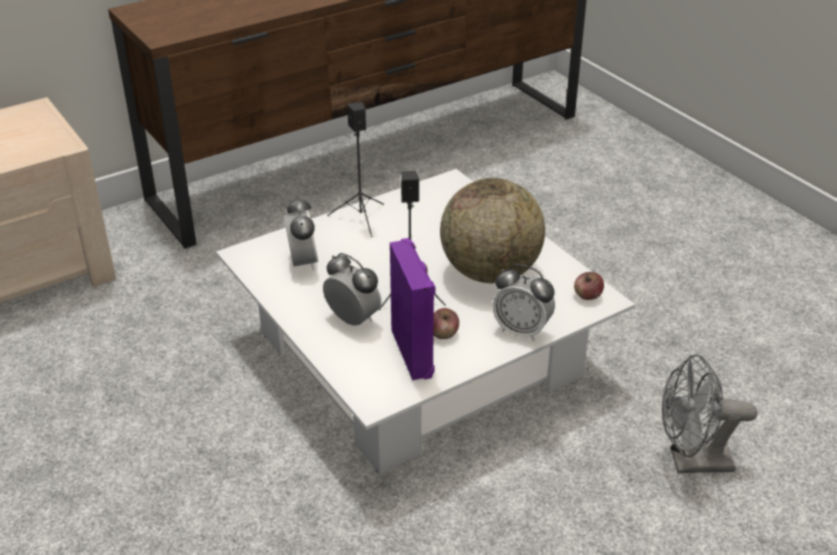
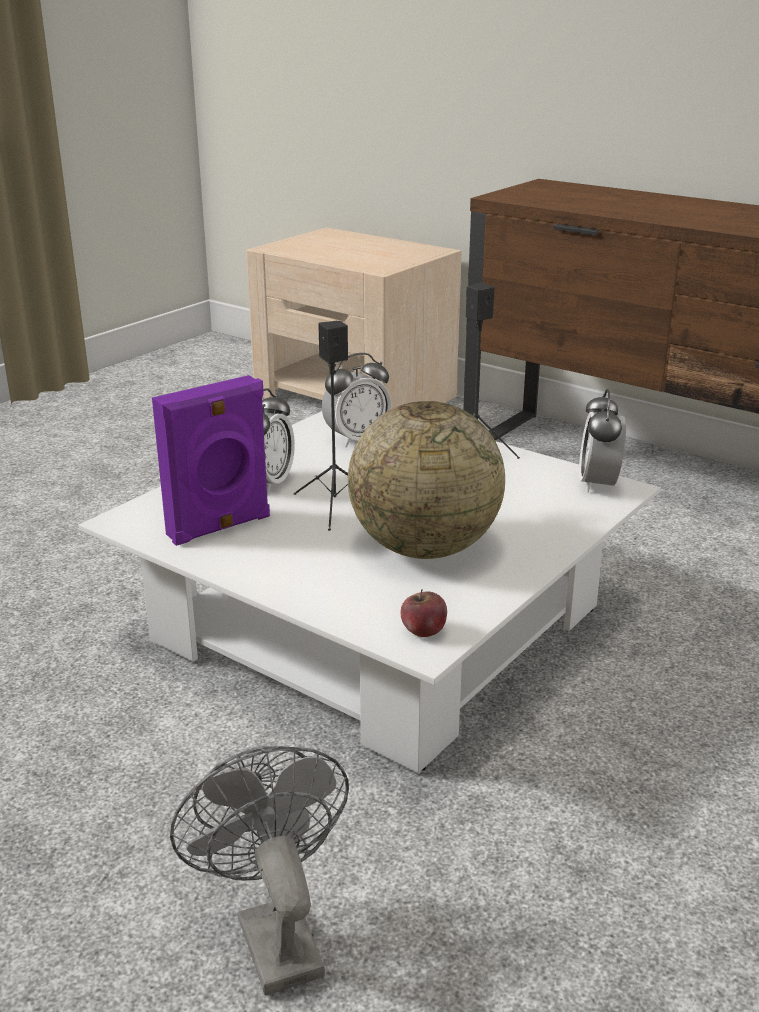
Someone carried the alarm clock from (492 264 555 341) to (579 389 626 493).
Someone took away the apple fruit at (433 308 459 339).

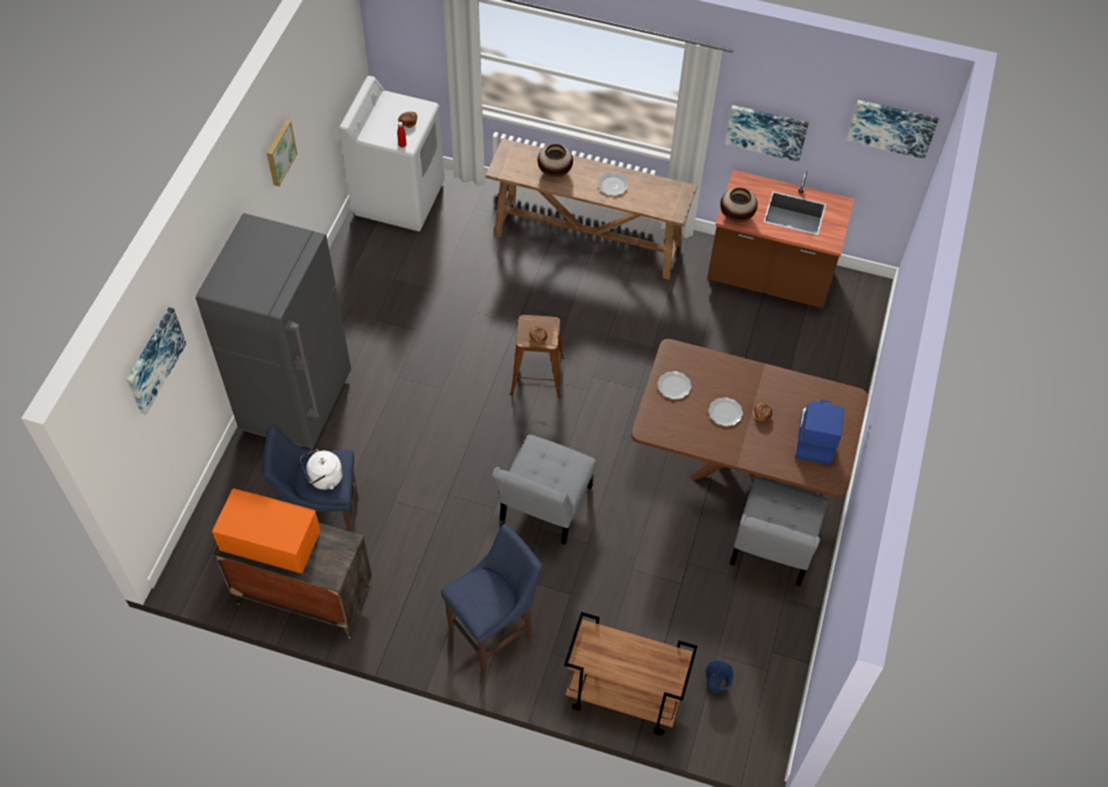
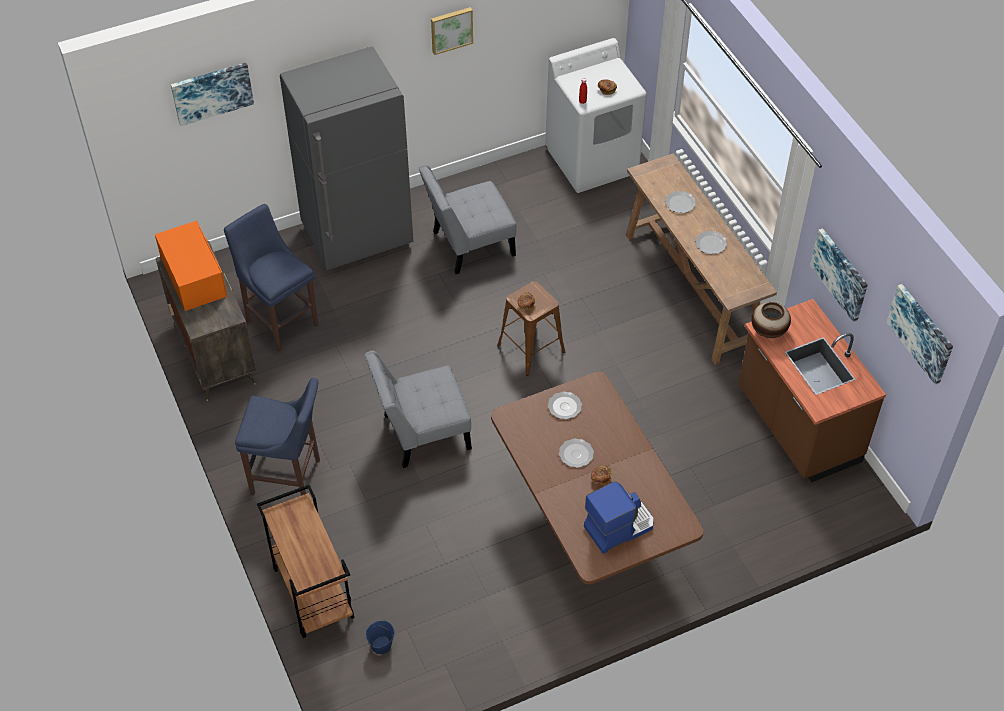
Someone swapped the flower vase at (538 144 573 178) for the flat dish at (665 191 696 213).
Someone took away the white-coloured kettle at (300 449 343 490).
Someone carried the gray upright chair from (730 477 828 586) to (418 164 516 274).

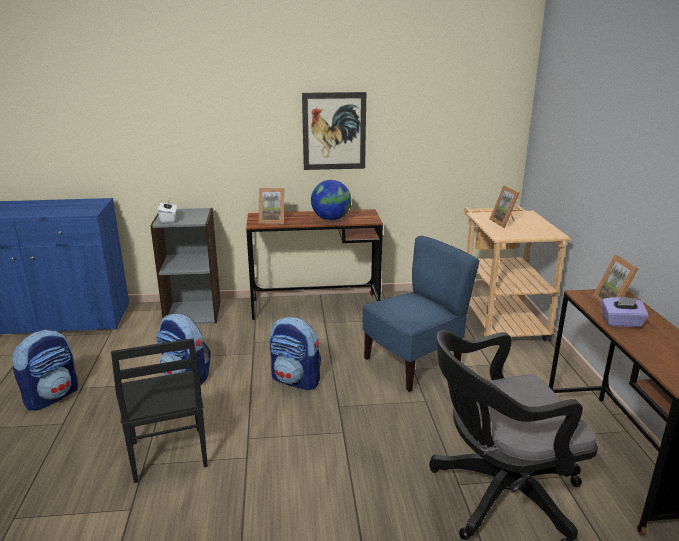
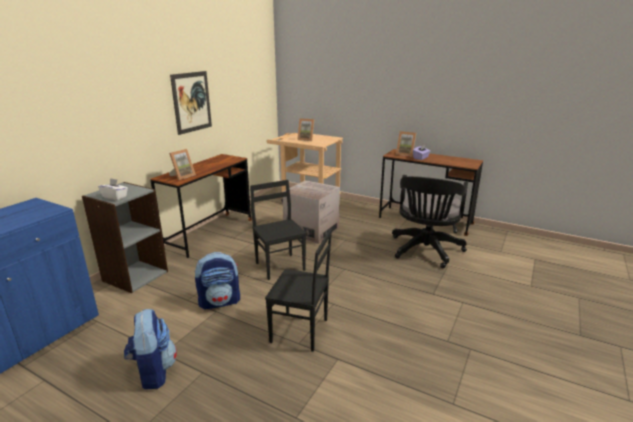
Someone took away the world globe at (311 180 351 220).
Someone swapped the blue-coloured upright chair at (363 236 480 392) for the carton at (283 180 340 244).
Someone swapped the rucksack at (270 317 321 391) for the black-coloured upright chair at (250 180 307 280).

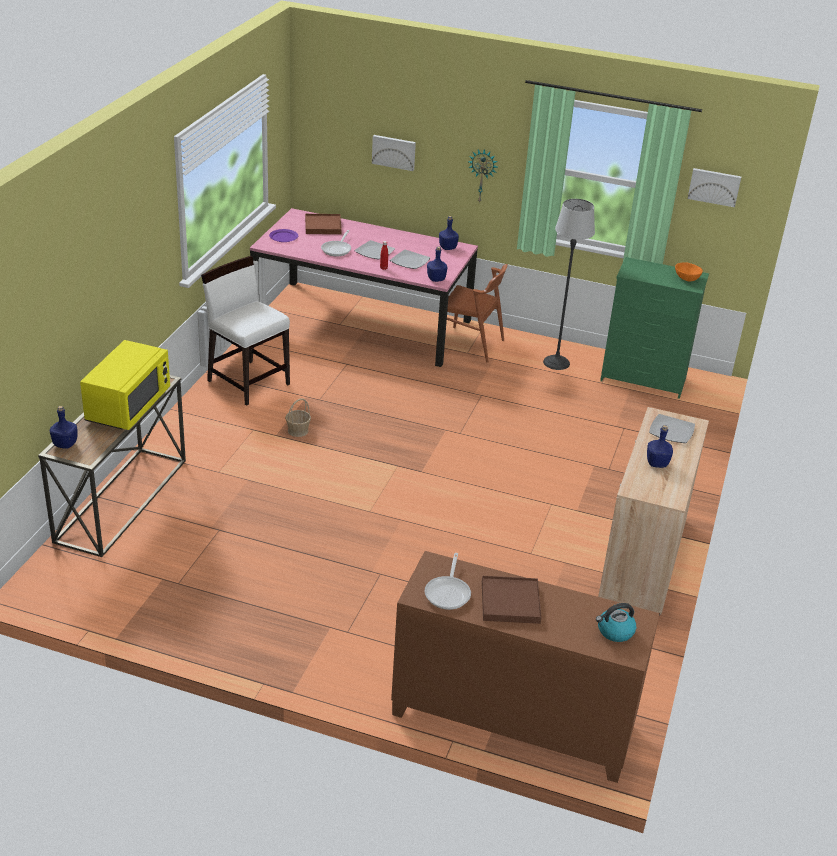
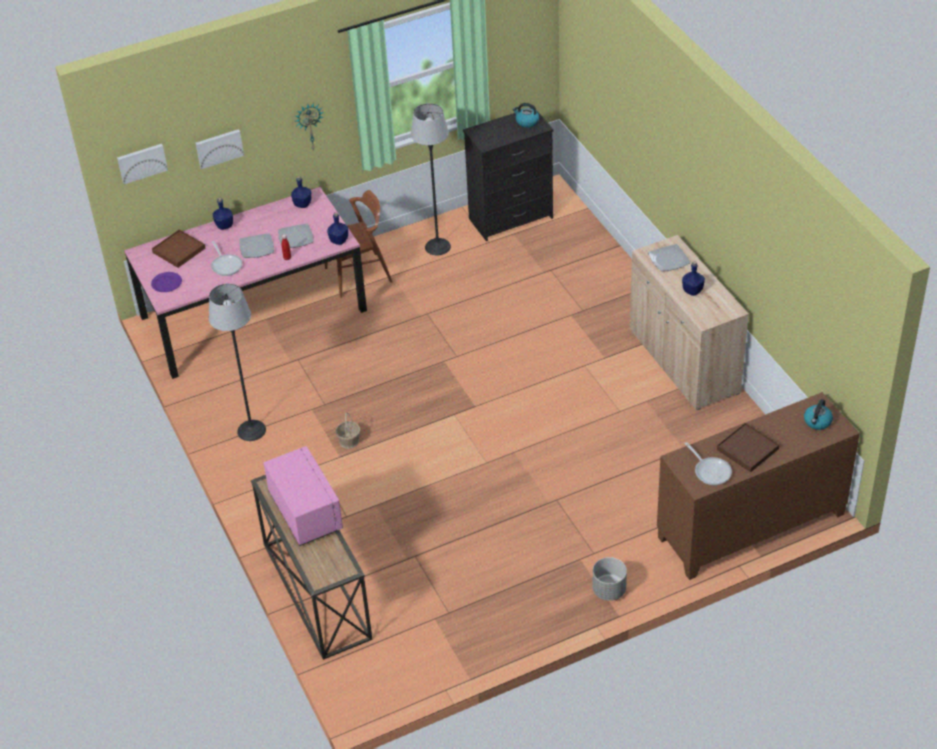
Someone carried the wall picture from (688 168 742 207) to (117 144 168 184).
Someone swapped the white-coloured upright chair at (201 256 290 406) for the floor lamp at (209 284 266 441).
Someone repainted the green-coloured dresser at (600 257 709 399), which became the black-coloured dresser at (463 111 553 241).
Someone swapped the orangey bowl at (675 262 703 281) for the kettle at (513 103 539 128).
Someone repainted the yellowish microwave at (80 340 170 430), which became the pink microwave at (264 446 343 546).
Someone carried the blue-coloured beverage bottle from (50 406 77 449) to (213 198 233 230).
Someone put down the gray flower pot at (592 557 627 601).

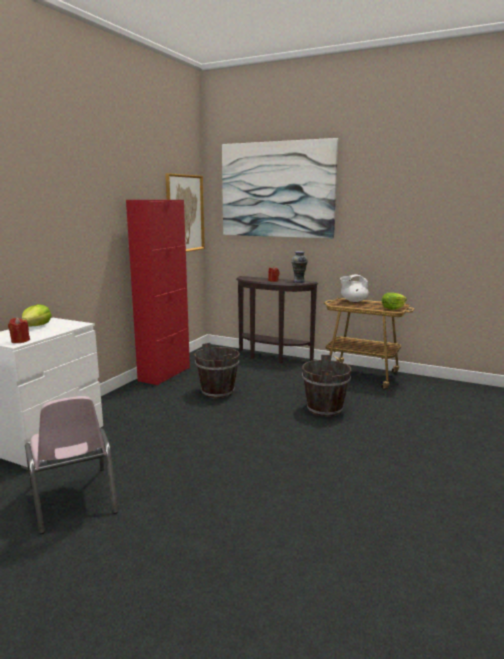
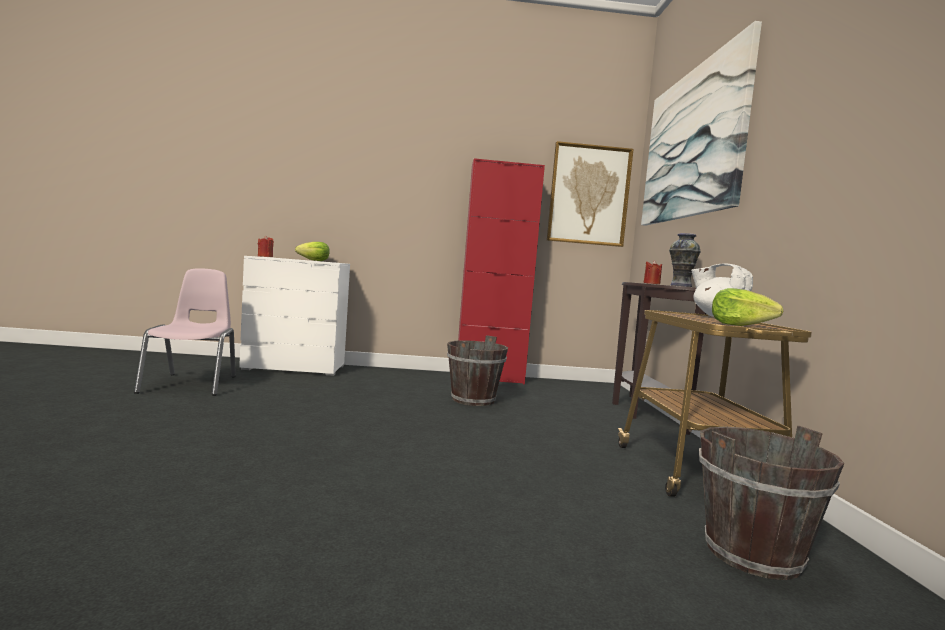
Someone carried the brown bucket from (302 355 352 417) to (699 426 844 580).
Someone rotated the pink upright chair at (25 396 118 534) by 135 degrees clockwise.

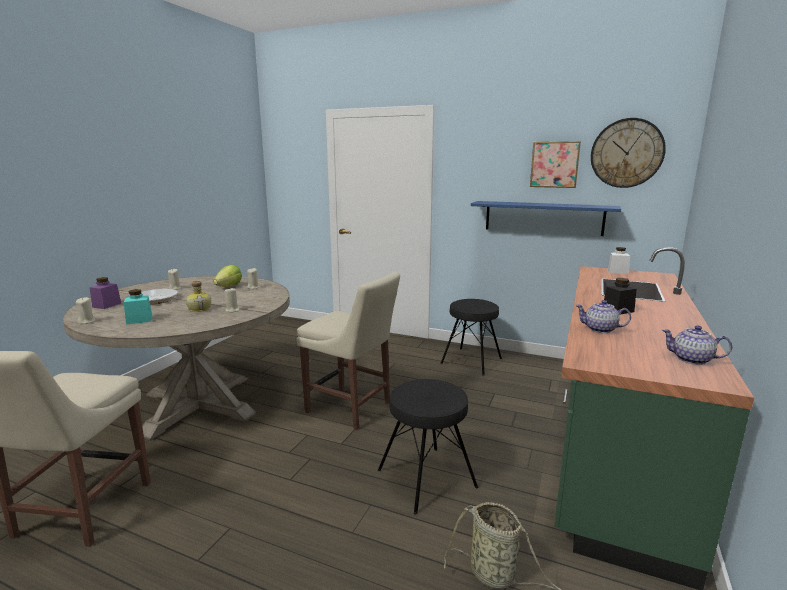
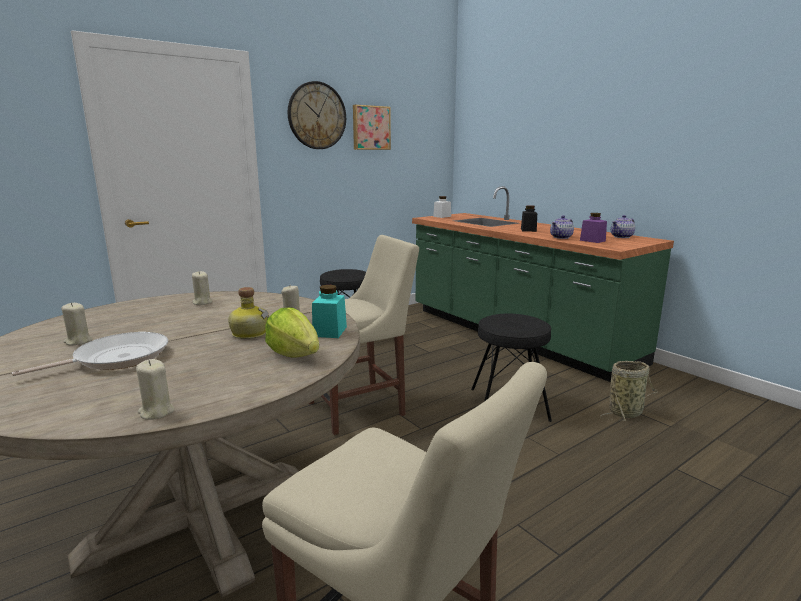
Someone carried the hanging clock from (591 118 666 188) to (288 81 346 149).
Someone took away the blue-coloured bracket shelf at (471 201 621 236).
Someone carried the lettuce from (214 264 242 287) to (265 308 319 357).
Someone carried the purplish storage jar from (90 277 121 309) to (580 213 607 243).
Someone carried the blue-green storage jar from (124 289 153 324) to (312 285 347 338).

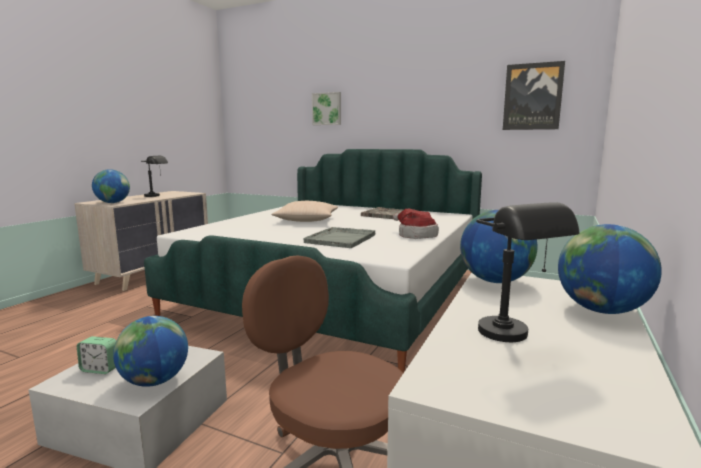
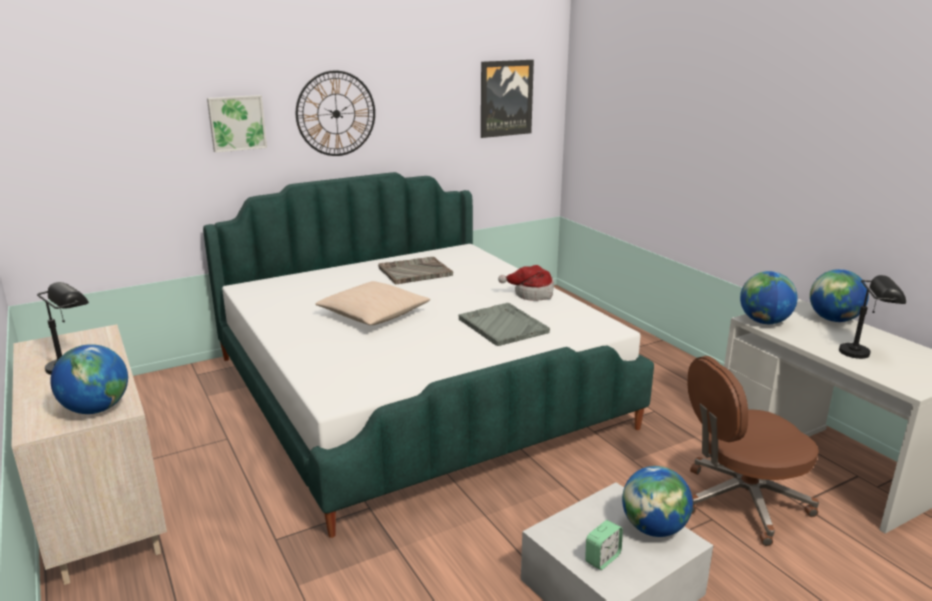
Someone put up the hanging clock at (296 70 375 156).

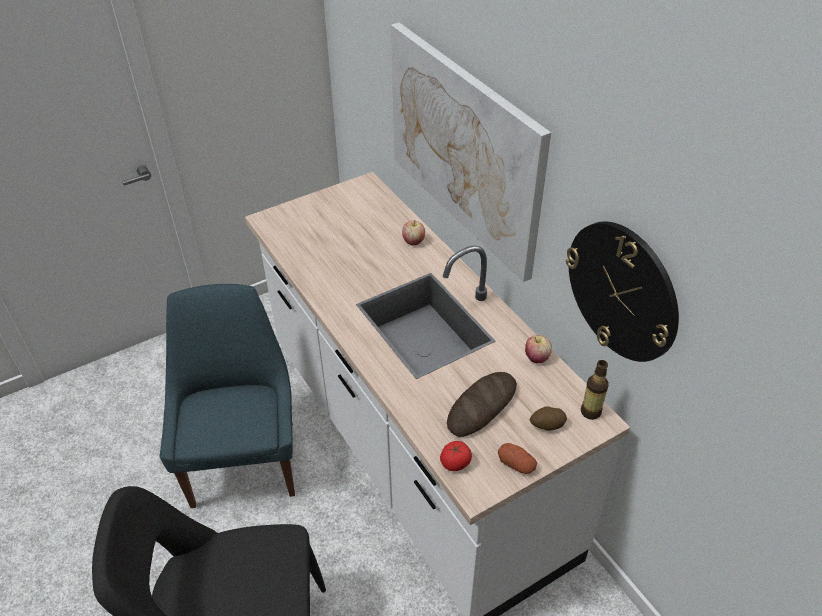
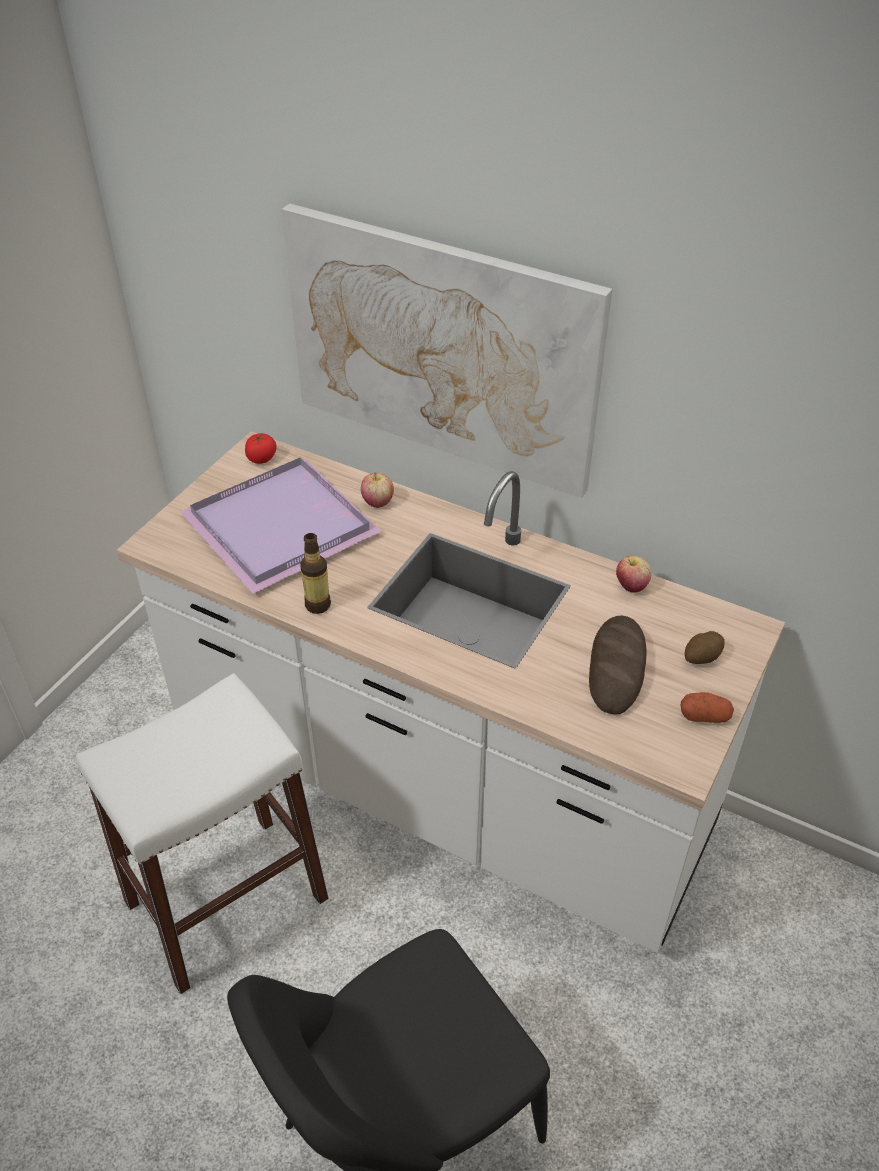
Someone took away the hanging clock at (566 221 679 362).
Someone swapped the blue-coloured upright chair at (160 284 295 508) for the white-coloured stool at (76 673 329 994).
Someone carried the beverage bottle from (581 360 609 420) to (300 533 331 614).
Someone carried the tomato from (440 441 472 471) to (245 433 277 464).
Someone put down the purplish carrying tray at (180 458 382 594).

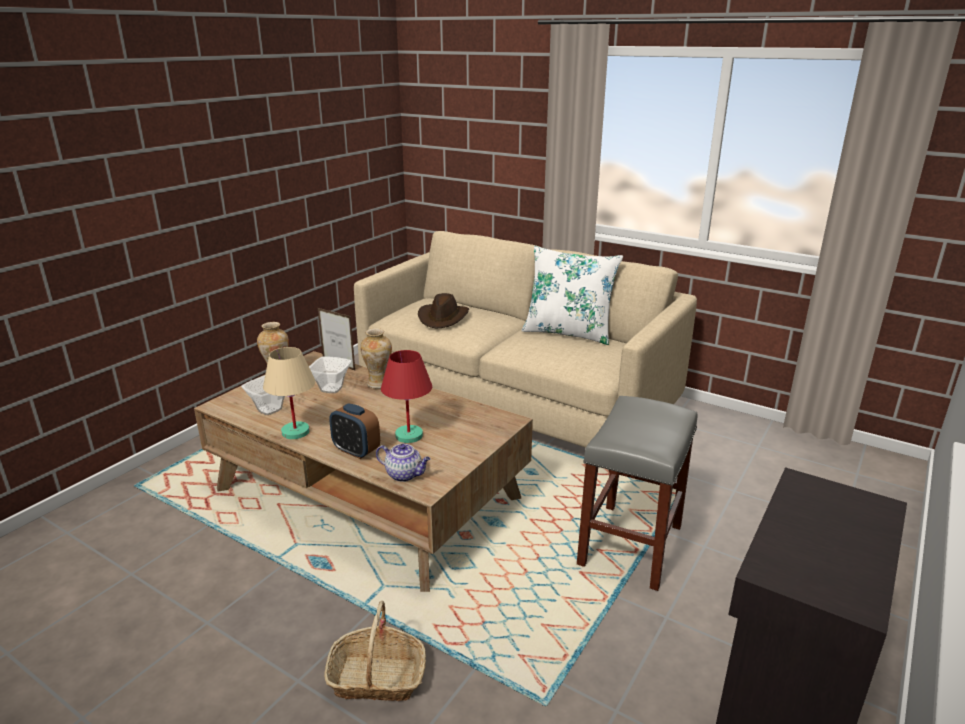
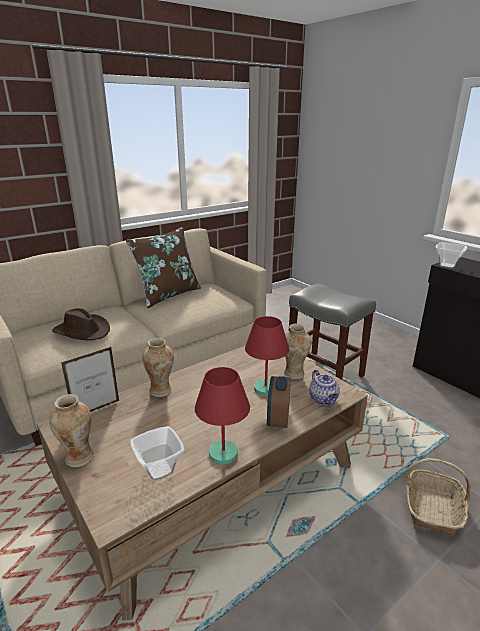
Someone repainted the white-coloured cushion at (522 246 623 345), which became the brown cushion at (126 227 201 308).
Someone repainted the beige table lamp at (263 347 315 439), which became the reddish table lamp at (195 367 250 465).
Someone carried the bowl from (309 357 351 393) to (436 242 467 268).
Someone rotated the alarm clock at (329 403 380 459) by 135 degrees clockwise.
Someone rotated the pot for tea at (376 444 431 482) by 120 degrees clockwise.
Someone put down the flower vase at (284 324 312 379).

